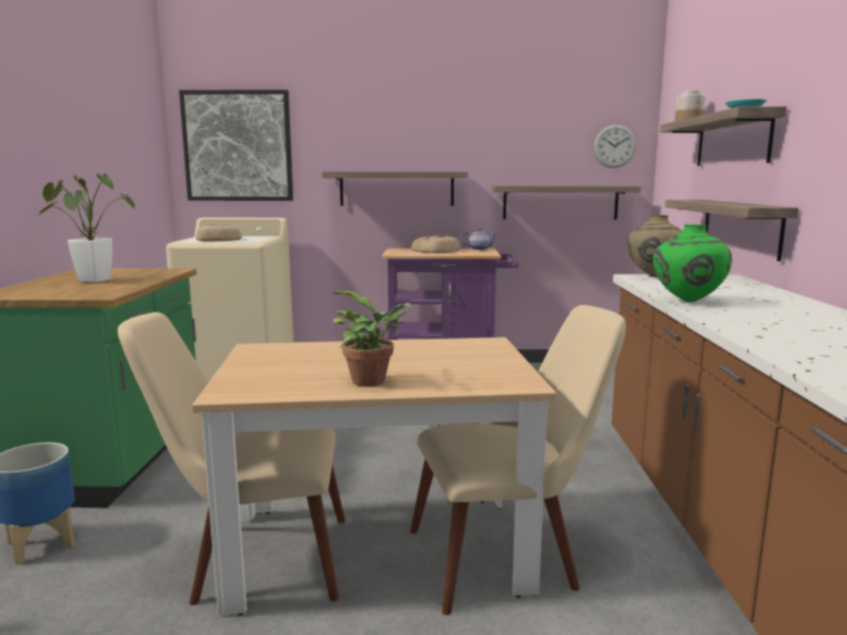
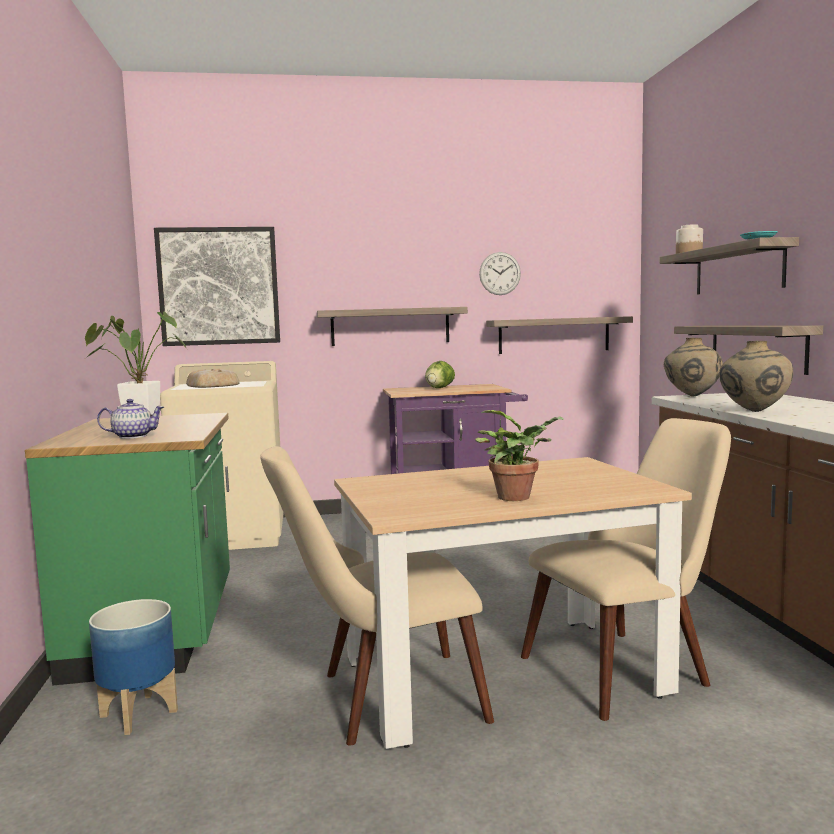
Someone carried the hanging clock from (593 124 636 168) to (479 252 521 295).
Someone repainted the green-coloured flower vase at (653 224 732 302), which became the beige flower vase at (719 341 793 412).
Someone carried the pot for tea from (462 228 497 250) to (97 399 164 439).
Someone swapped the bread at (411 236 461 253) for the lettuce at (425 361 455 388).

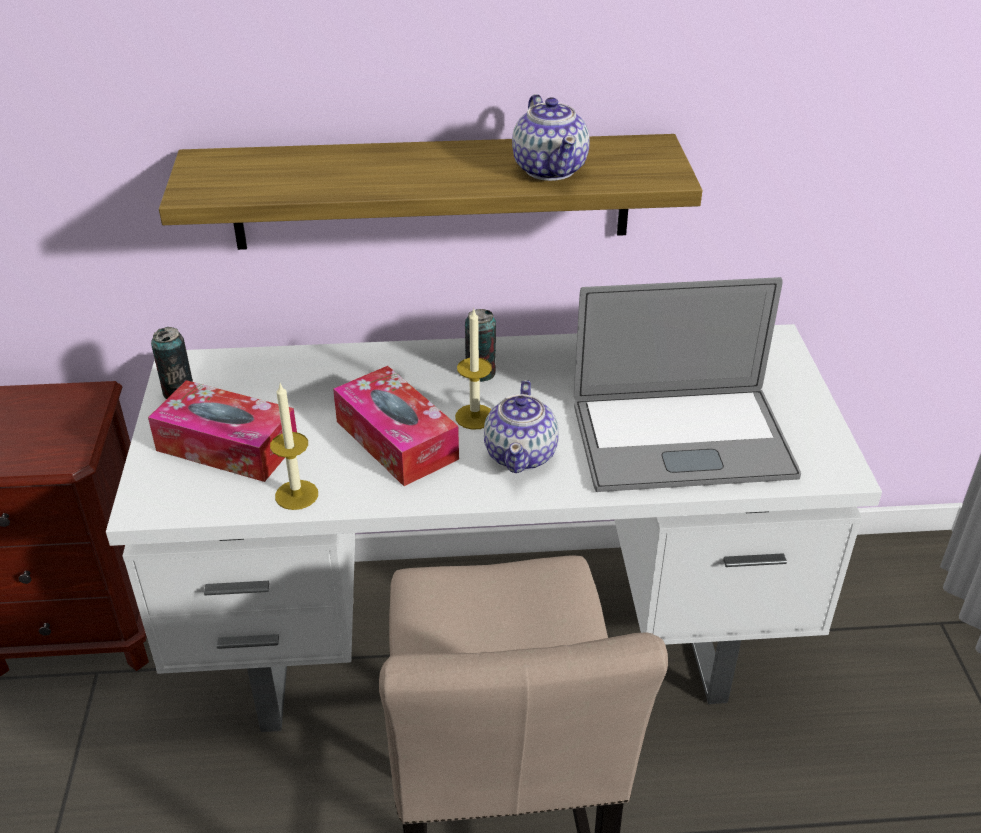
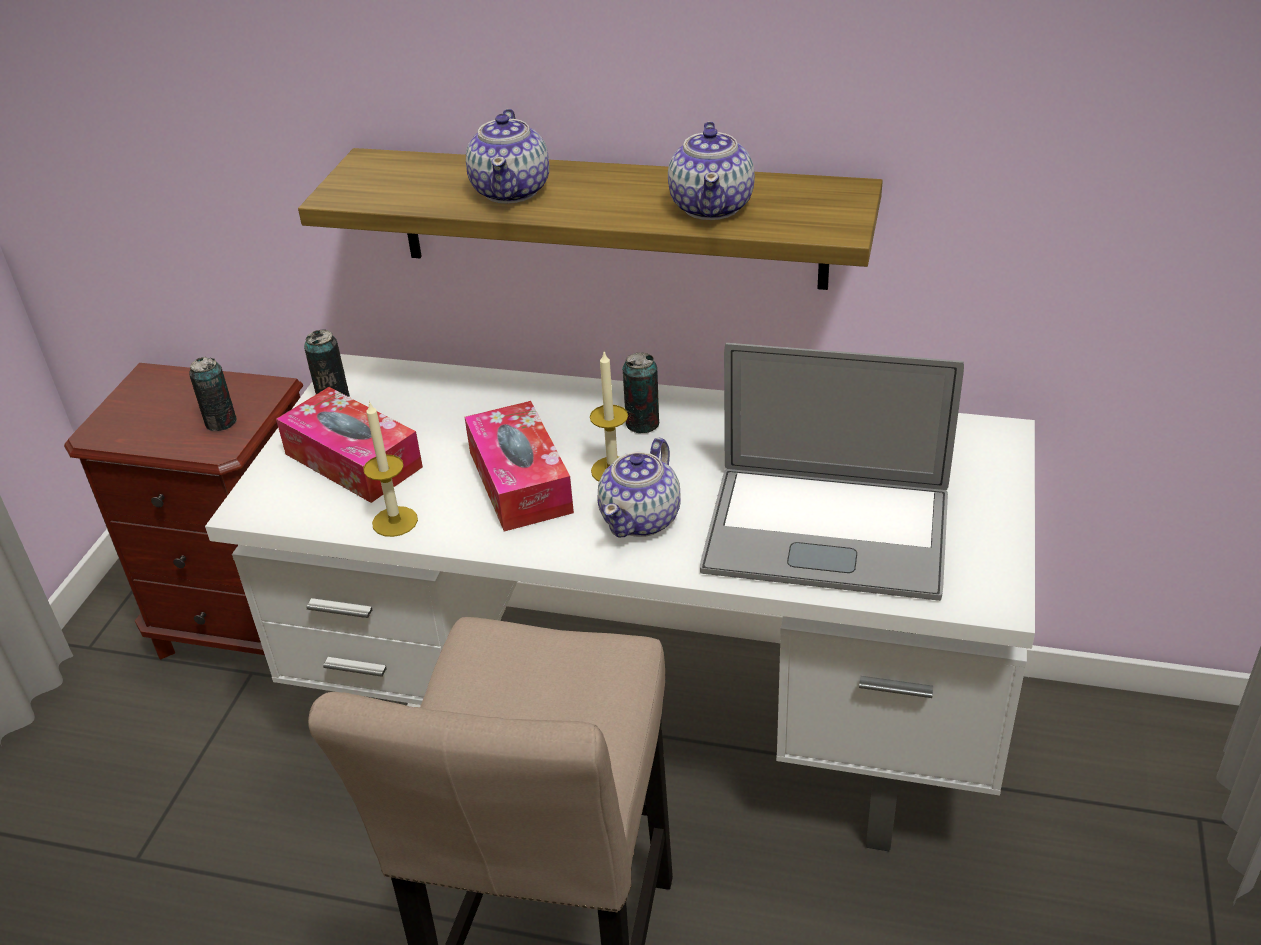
Someone put down the pot for tea at (466 109 549 204).
Someone put down the metal can at (189 357 237 431).

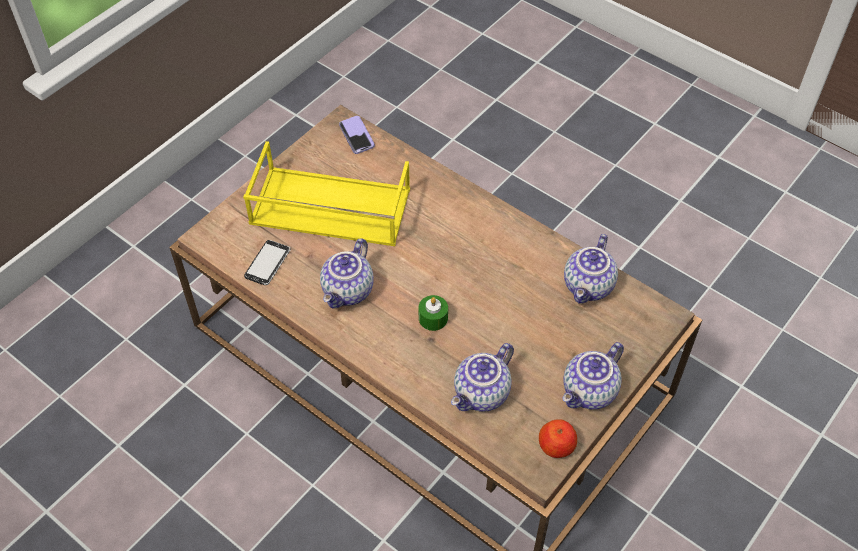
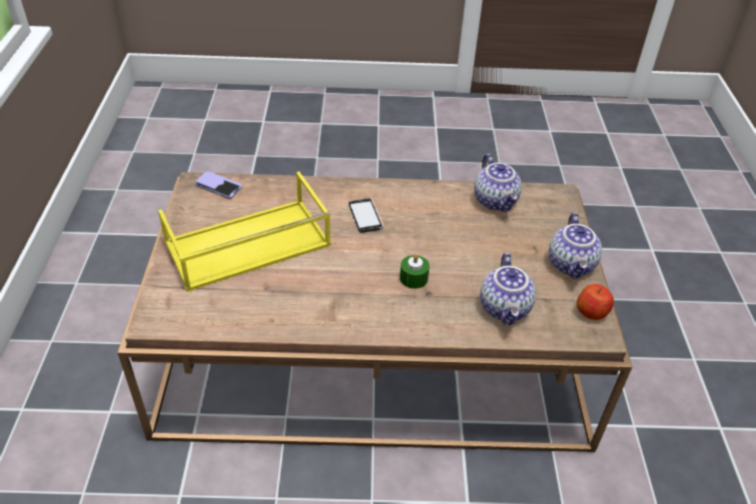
Someone took away the pot for tea at (320 238 374 308).
Someone carried the handset from (244 240 291 285) to (349 198 384 233).

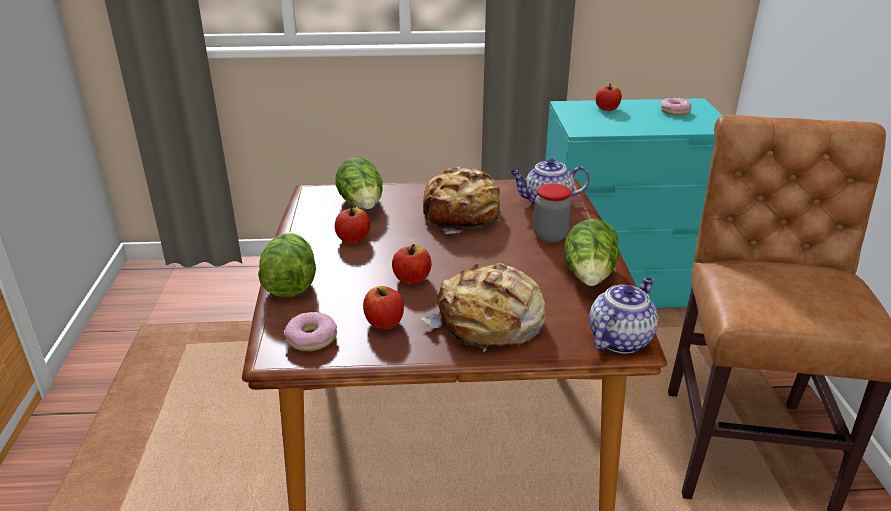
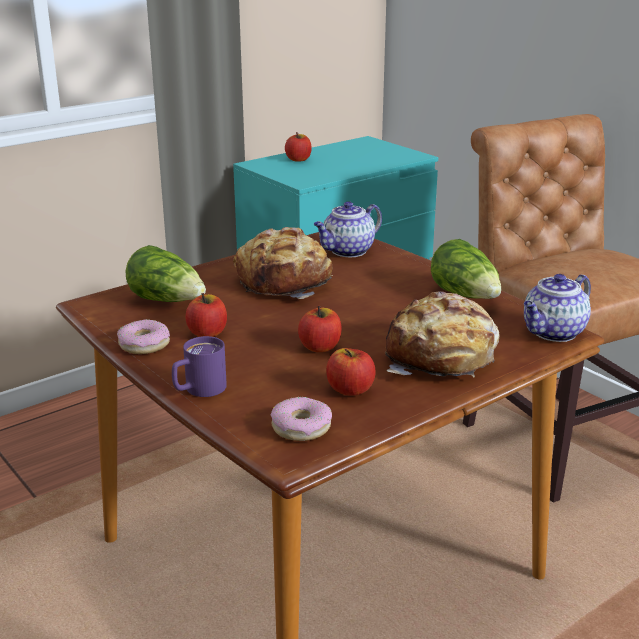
Someone carried the donut from (661 98 692 115) to (117 319 170 354).
Someone took away the storage jar at (533 183 572 243).
Someone swapped the lettuce at (258 232 316 298) for the purplish coffee mug at (172 336 227 397).
Someone rotated the pot for tea at (589 277 658 354) by 135 degrees counterclockwise.

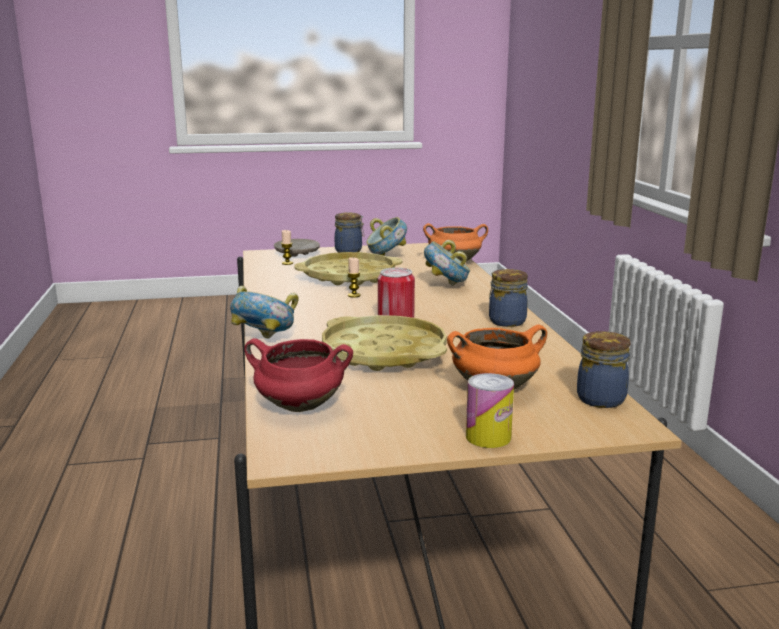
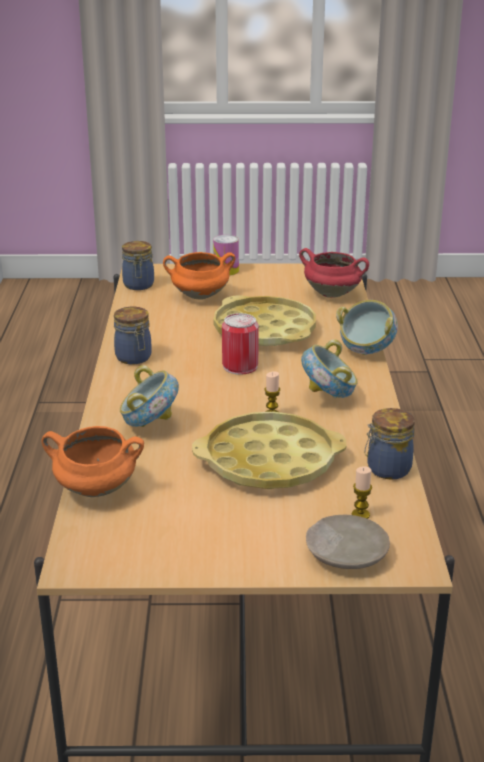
Someone carried the storage jar from (335 212 364 253) to (364 408 415 480).
Someone carried the bowl from (366 217 407 256) to (301 339 358 398).

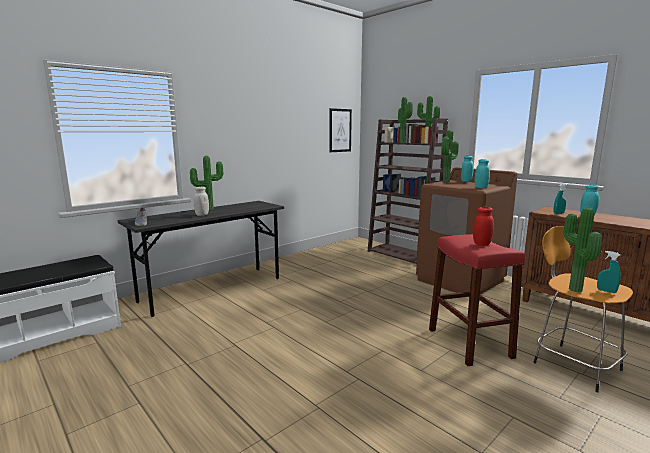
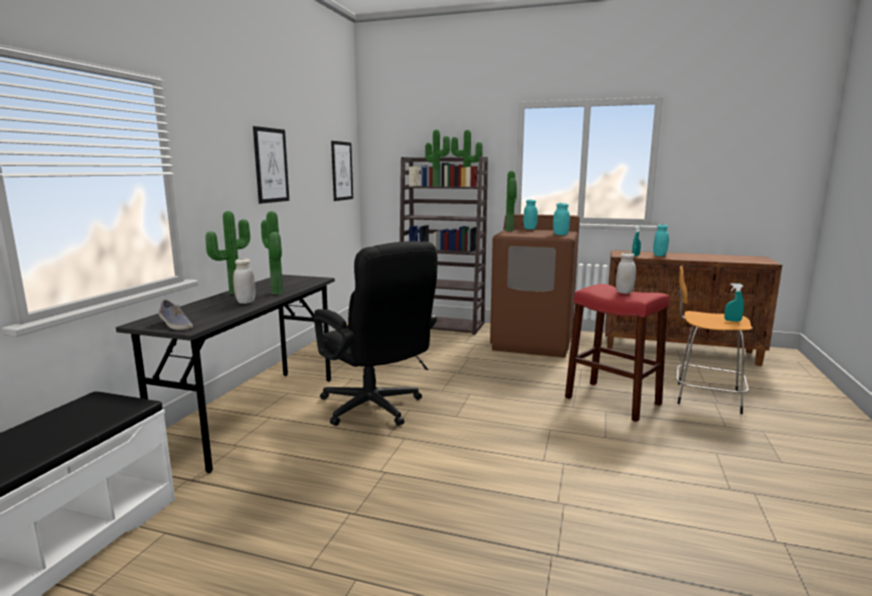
Someone repainted the reddish storage jar at (473 207 494 246), which became the white-coloured storage jar at (616 253 636 294).
Someone carried the houseplant from (563 208 602 292) to (261 211 283 295).
Someone put up the wall picture at (253 126 289 204).
Someone put down the black-coloured computer chair at (314 241 438 426).

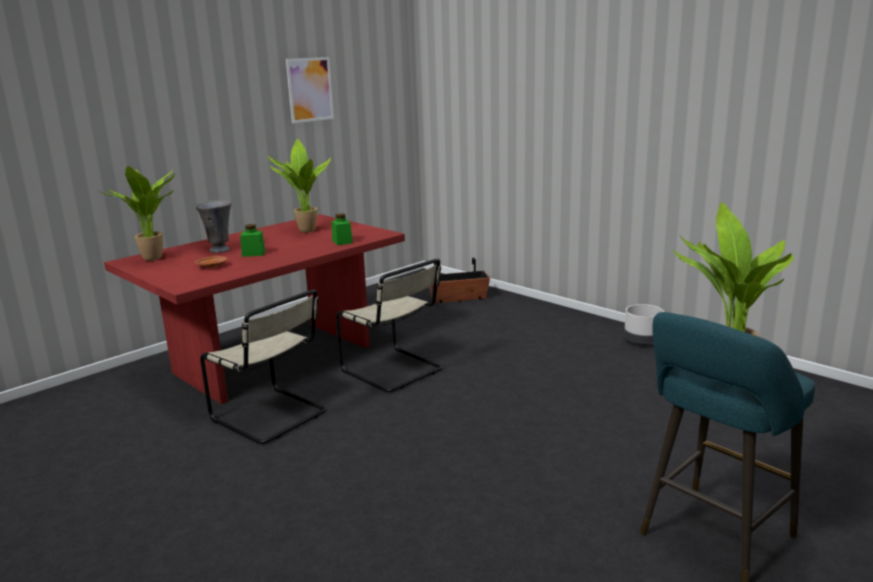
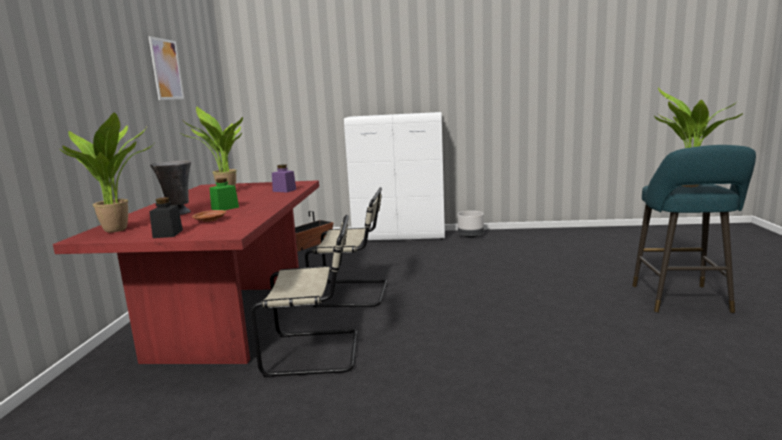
Someone repainted the green-coloured storage jar at (332 214 353 245), which became the purplish storage jar at (272 164 296 193).
Someone put down the white-coloured storage cabinet at (344 112 445 240).
Someone put down the black-coloured storage jar at (149 197 183 238).

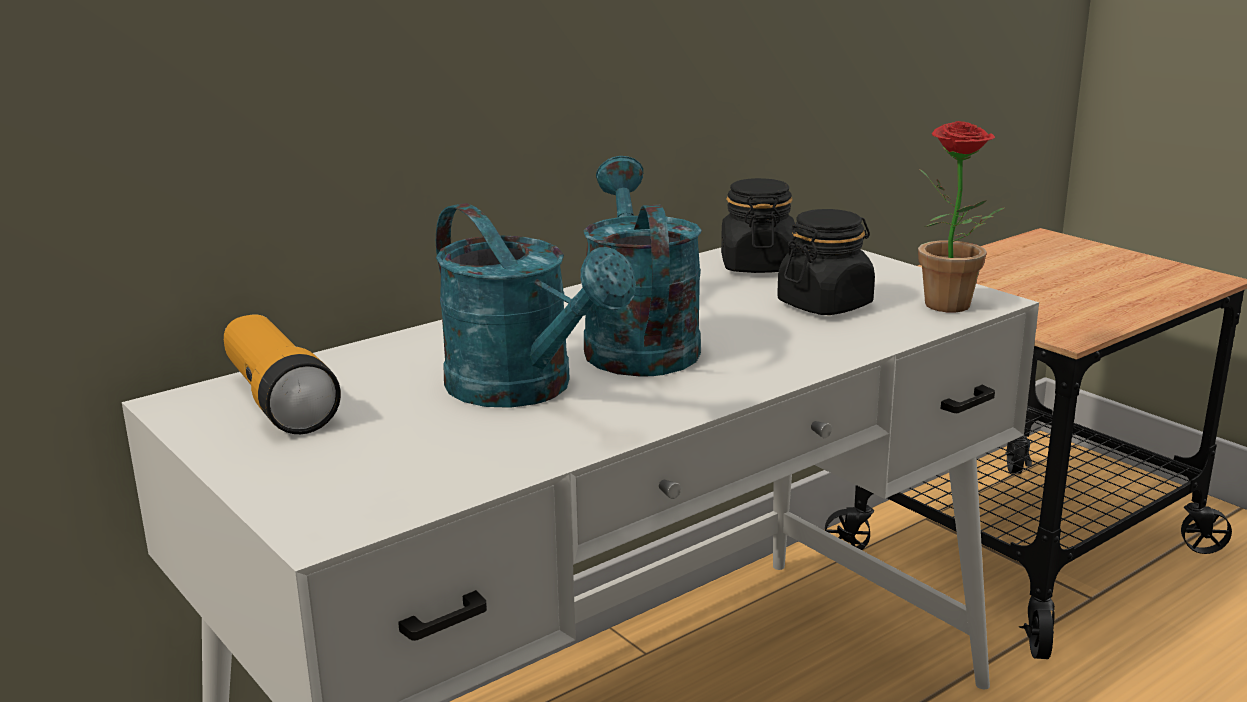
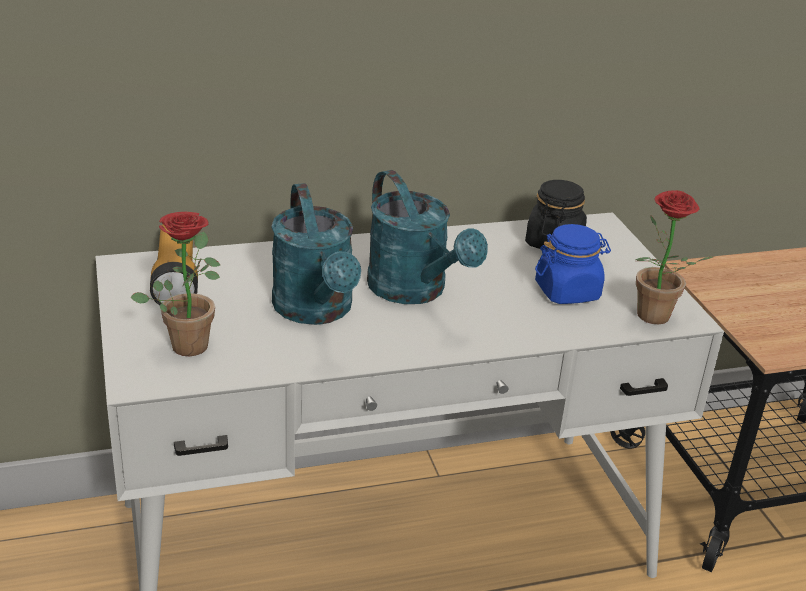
Someone rotated the blue-green watering can at (583 156 702 377) by 135 degrees clockwise.
Someone repainted the black-coloured storage jar at (777 209 875 315), which became the blue-coloured storage jar at (535 224 611 304).
Someone put down the houseplant at (130 212 221 356).

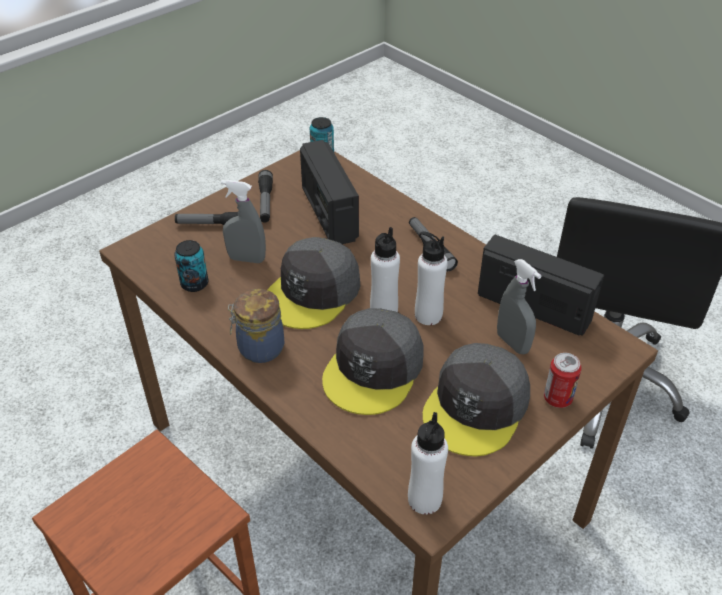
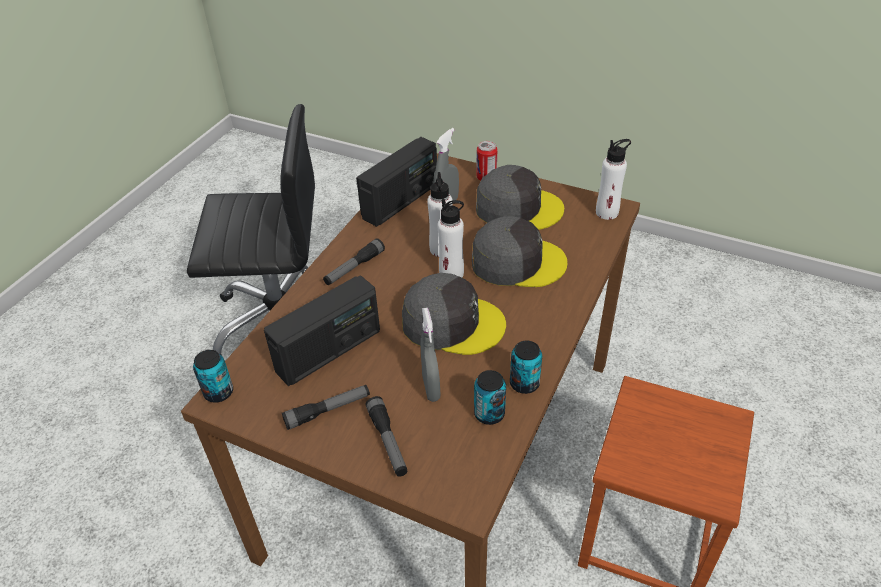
Someone rotated the radio at (478 235 604 336) by 150 degrees counterclockwise.
Someone took away the storage jar at (228 289 284 363).
Someone put down the metal can at (510 340 542 394).

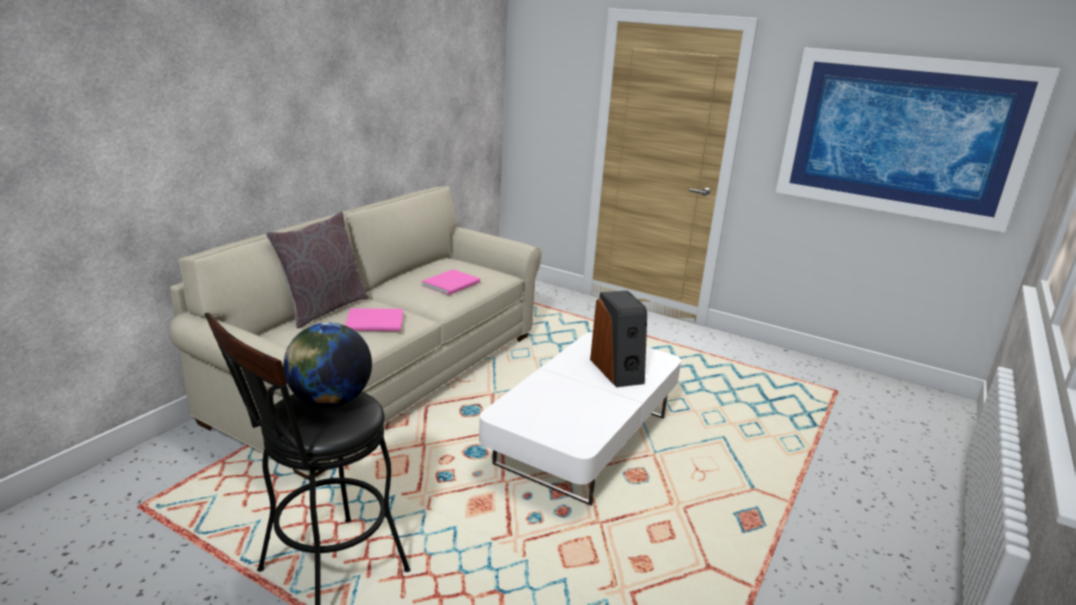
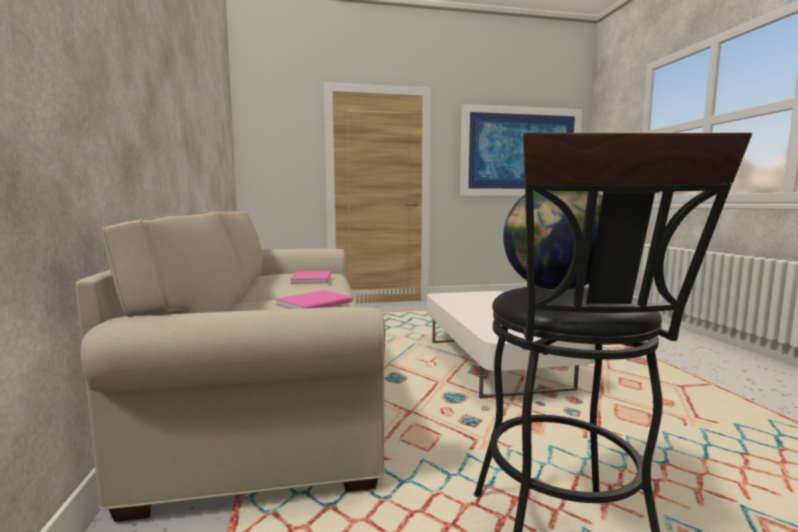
Someone took away the gray cushion at (266 211 369 328).
Someone took away the speaker at (590 290 647 387).

